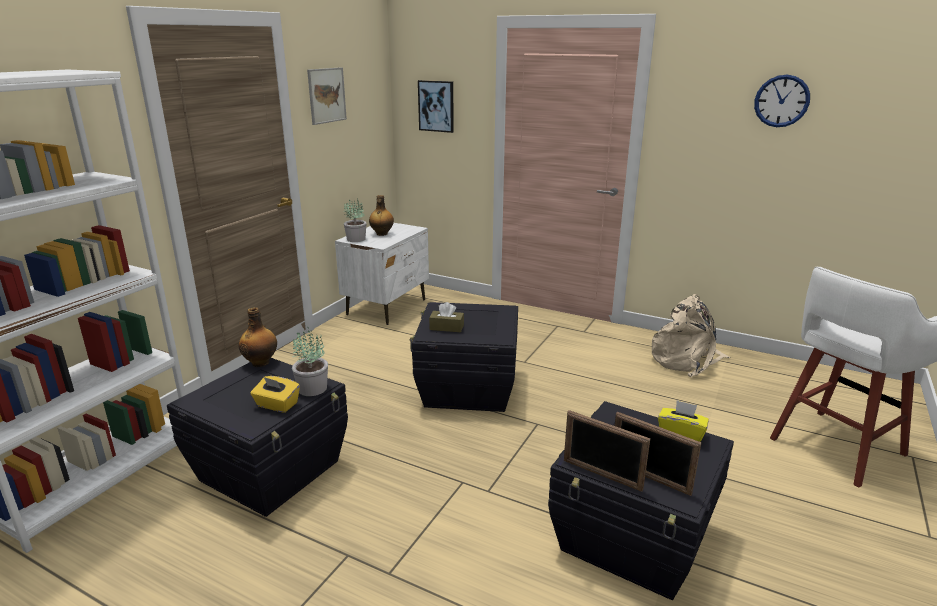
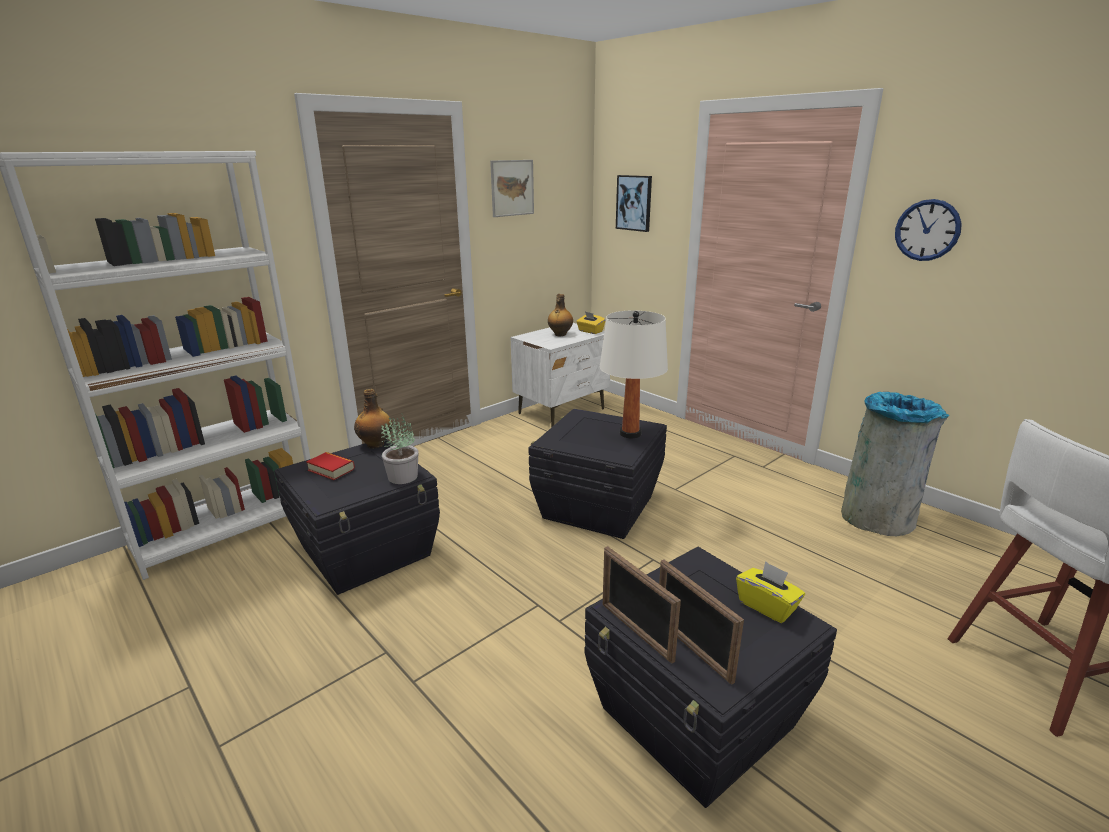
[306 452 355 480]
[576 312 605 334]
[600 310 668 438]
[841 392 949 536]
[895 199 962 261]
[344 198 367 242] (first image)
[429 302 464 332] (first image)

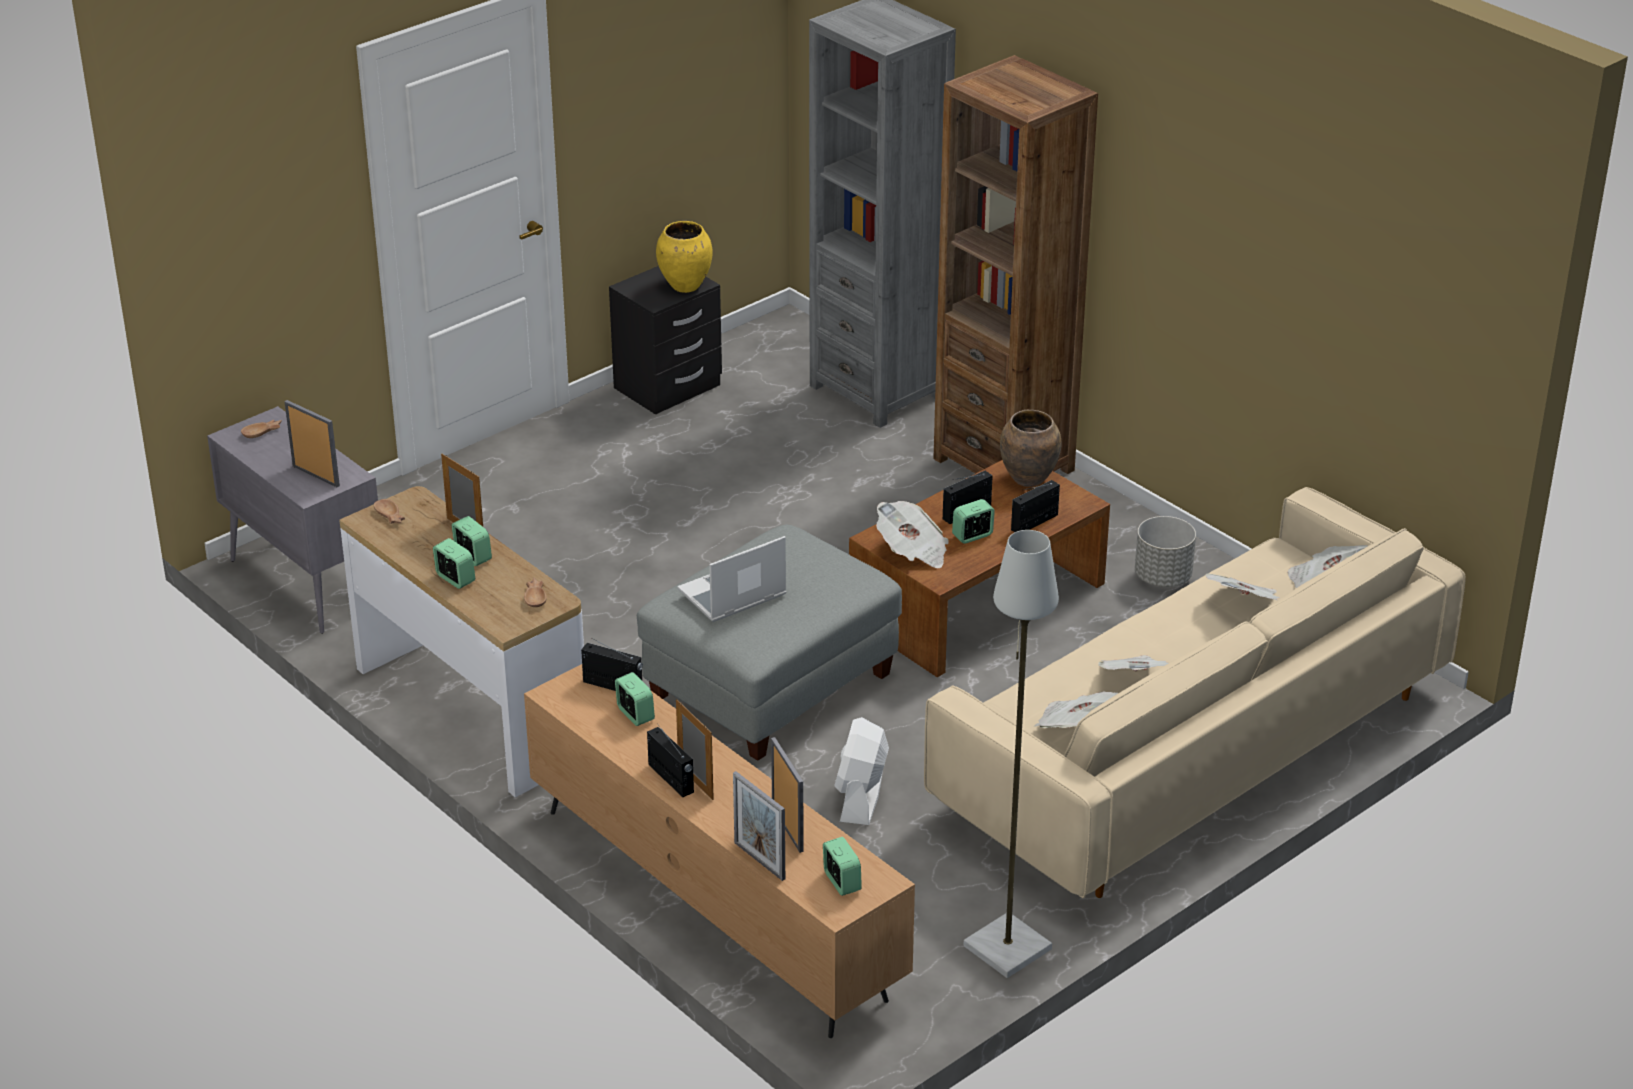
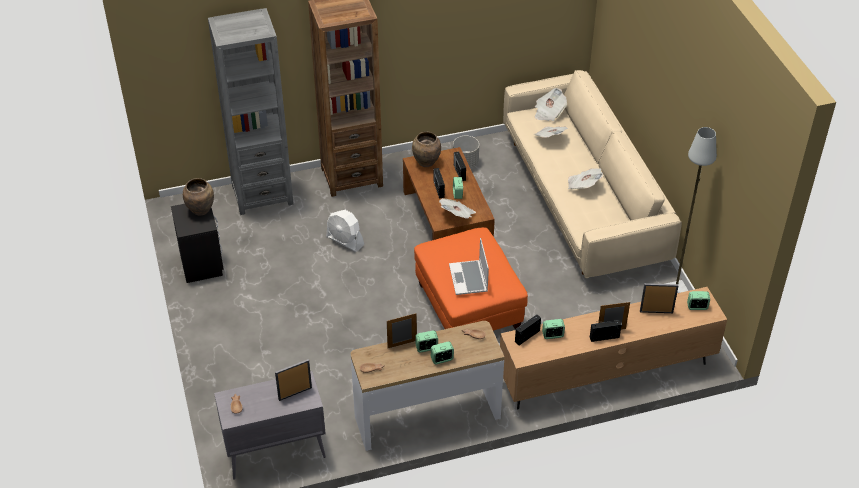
[183 178 214 216]
[326 210 364 252]
[414 227 528 331]
[733 771 785 881] (first image)
[1034 692 1118 728] (first image)

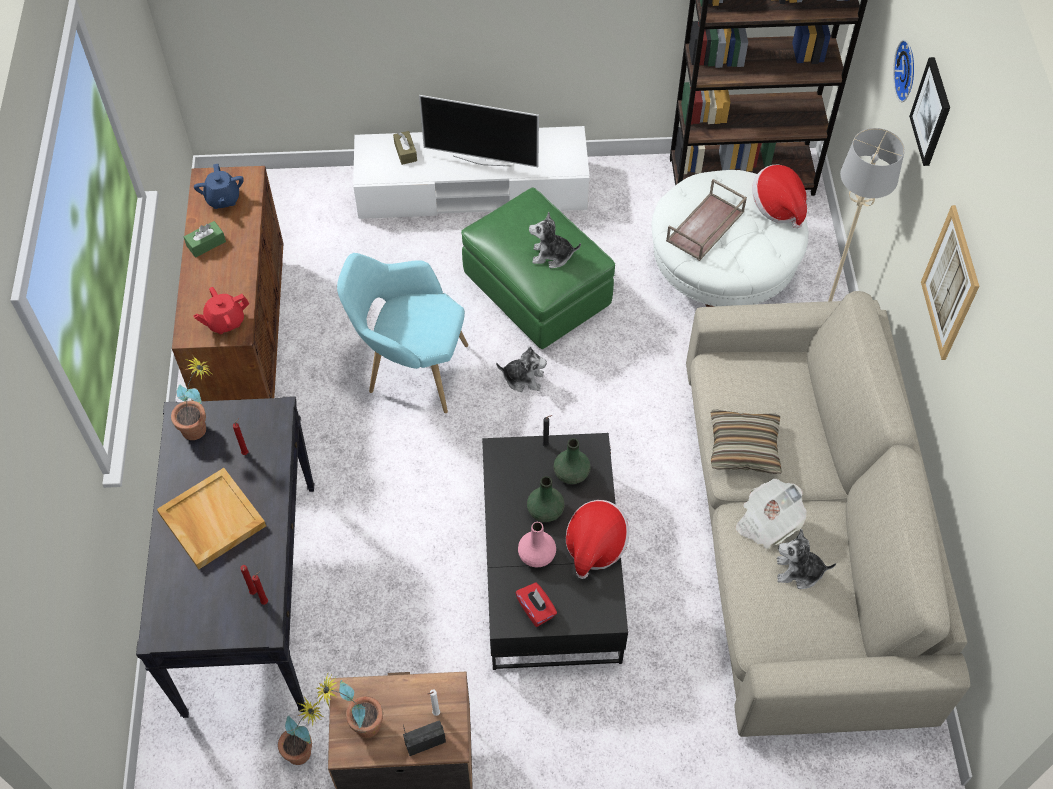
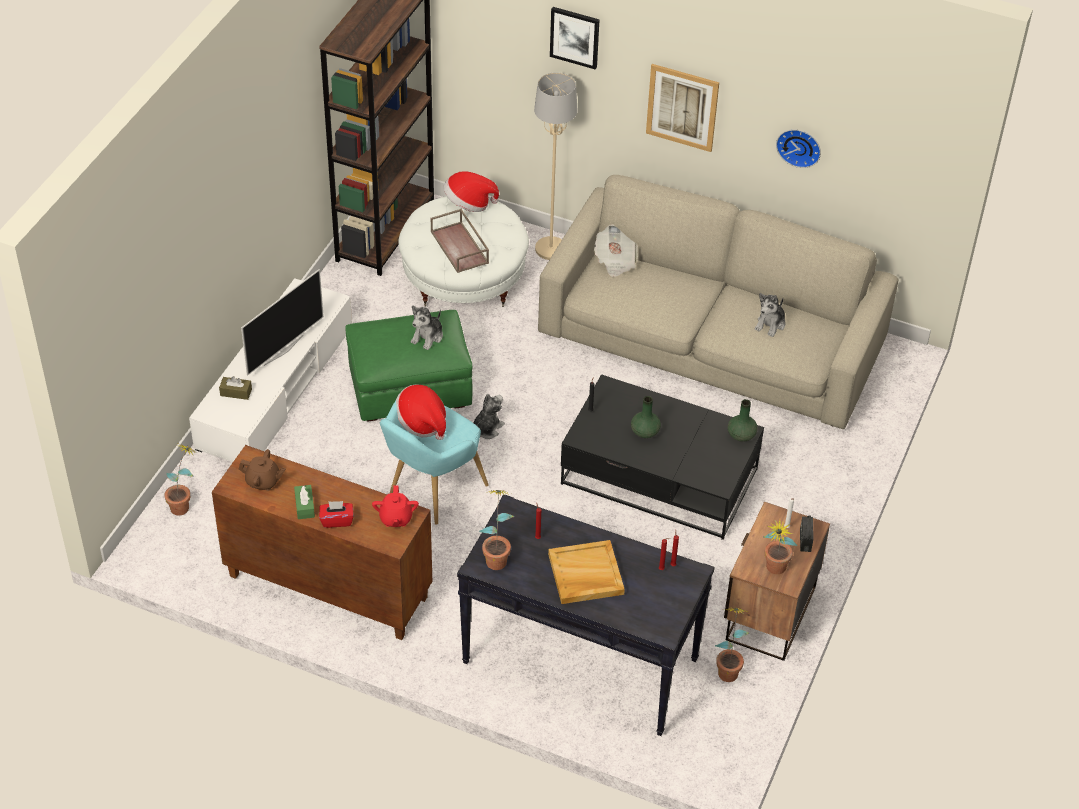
[164 444 197 516]
[239 449 286 491]
[319 501 354 528]
[396 385 446 440]
[594 224 638 277]
[728 399 757 442]
[776 129 821 168]
[518 521 556 567] (first image)
[711 410 782 474] (first image)

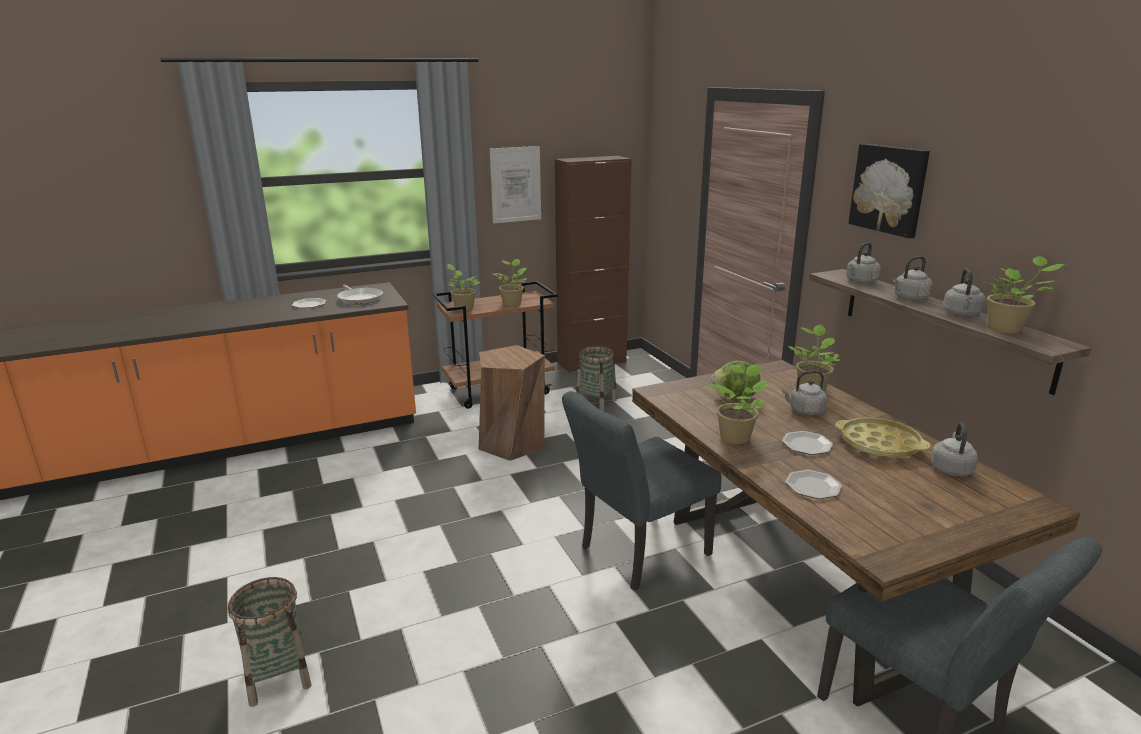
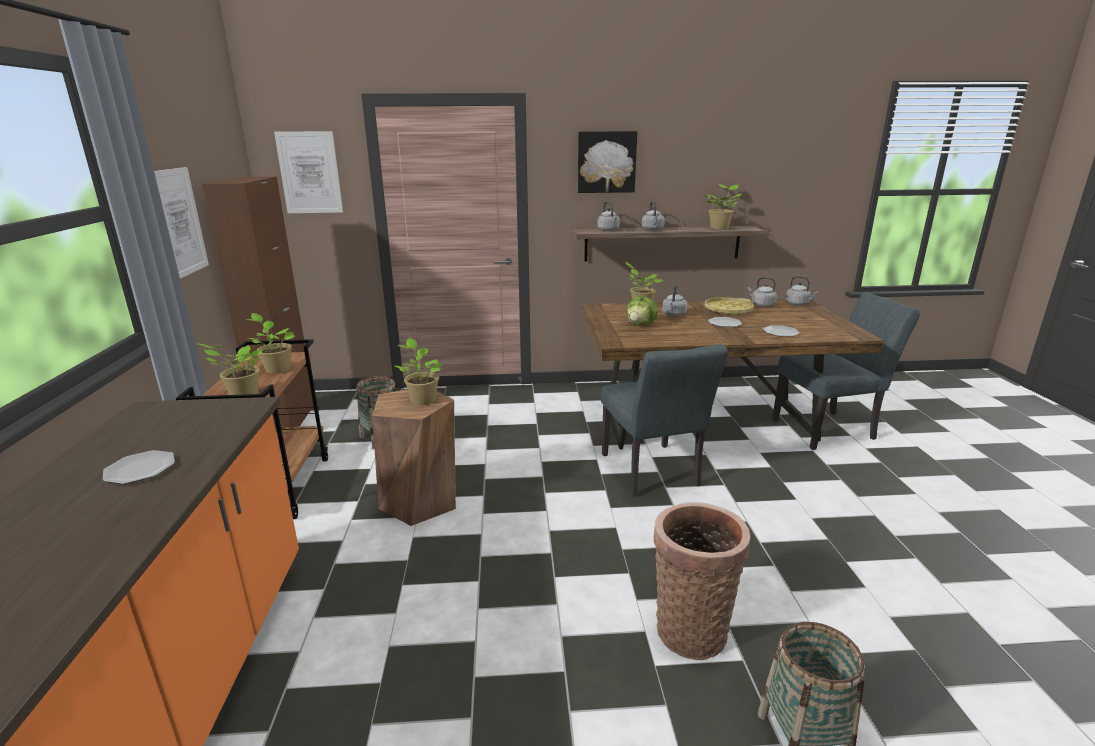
[274 131 343 213]
[395 338 444 405]
[654 502 750 660]
[785 276 818 306]
[337 284 383 304] (first image)

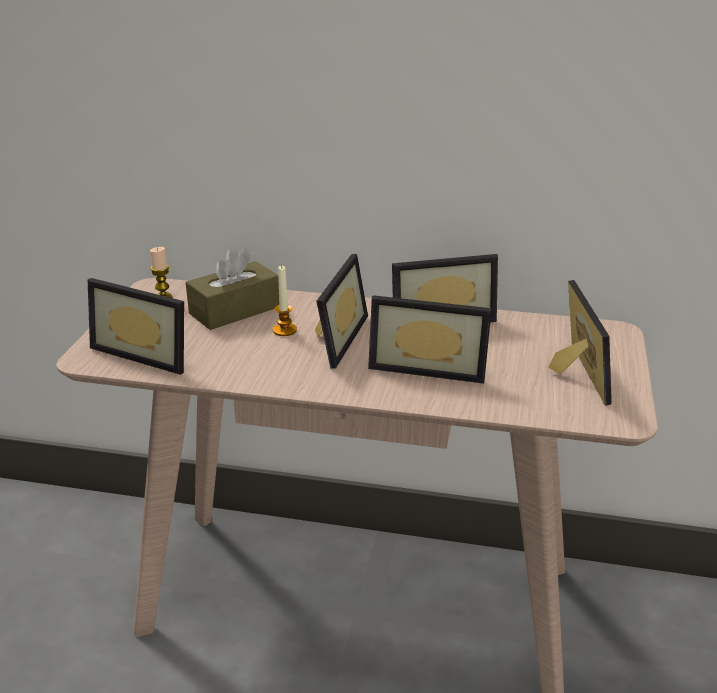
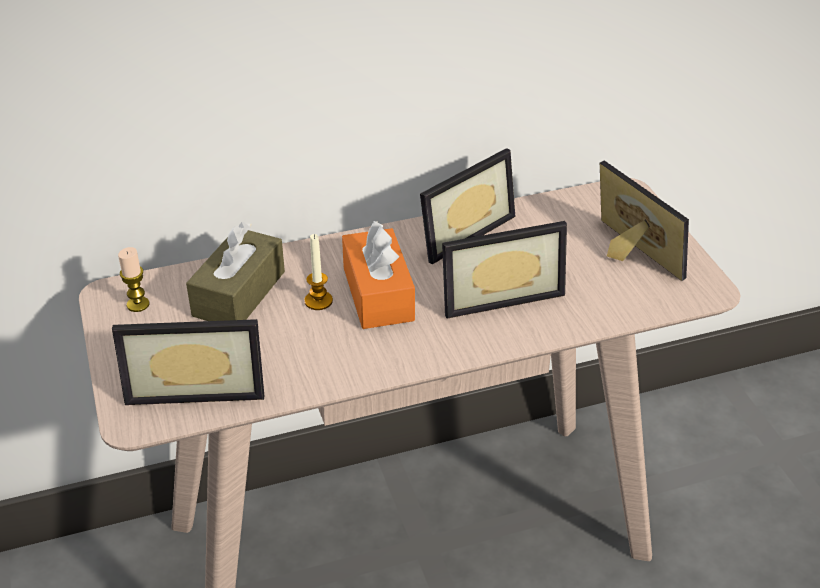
[342 221 415 329]

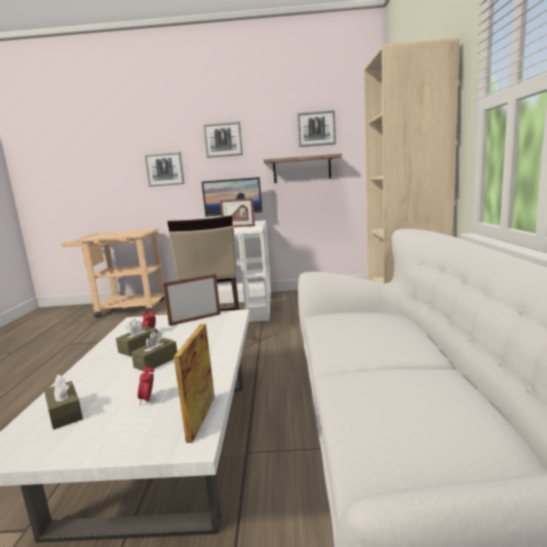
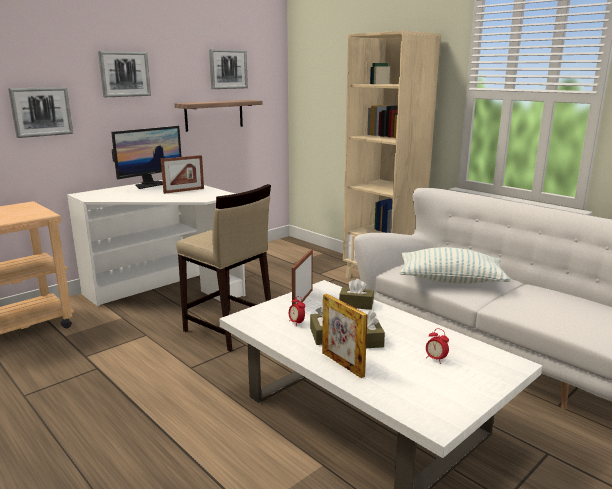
[322 294 368 378]
[339 279 374 310]
[400 247 510 284]

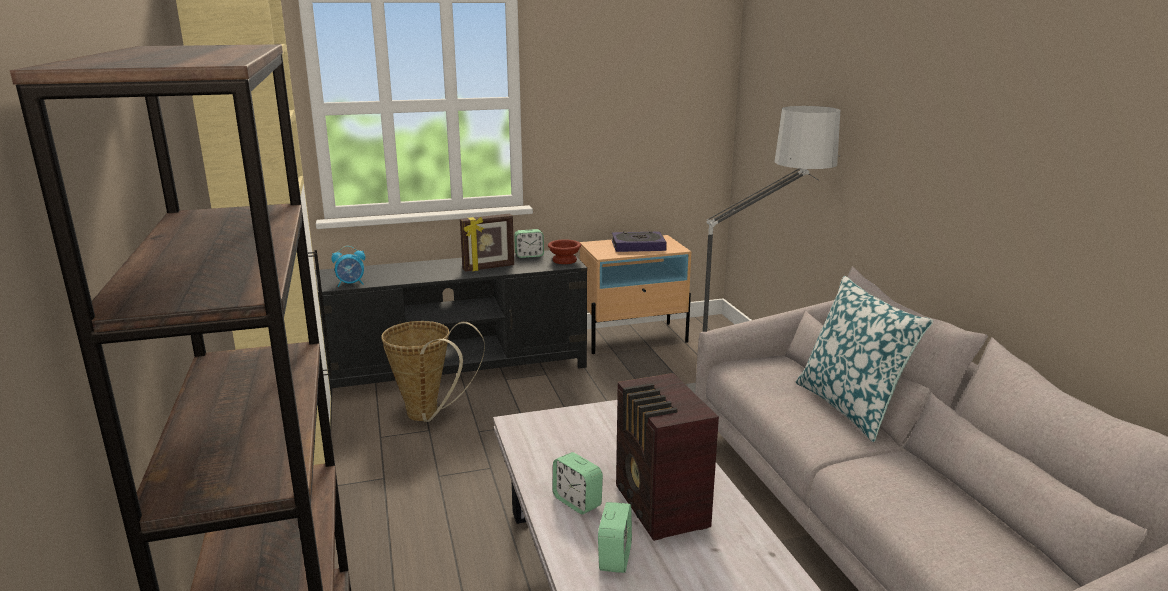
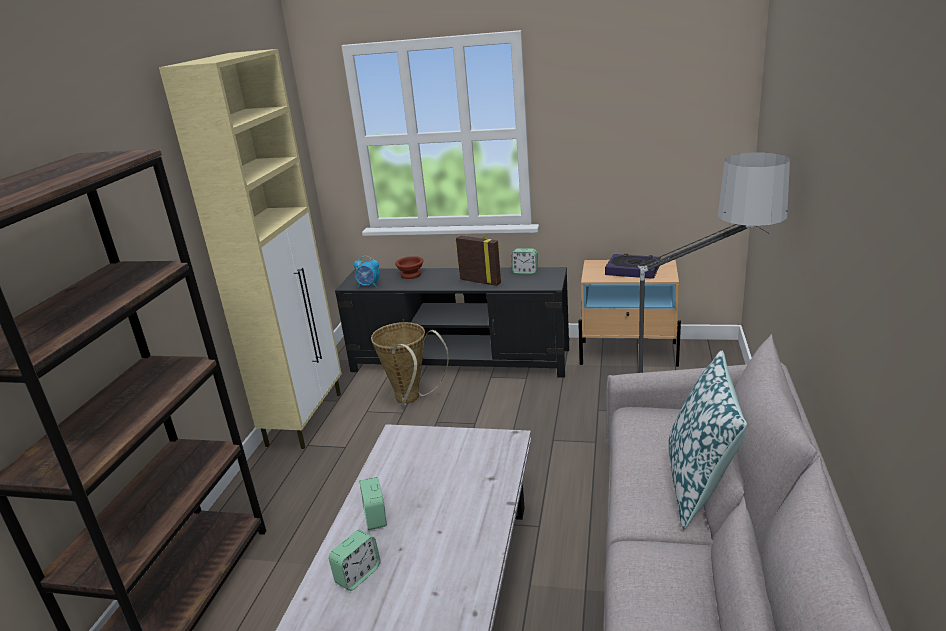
[395 256 424 279]
[456 236 501 286]
[616 373 719 541] (first image)

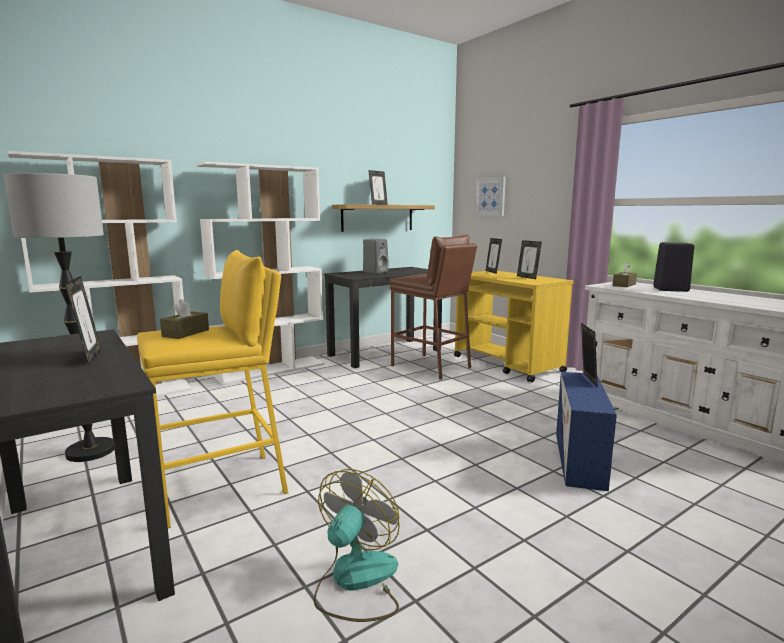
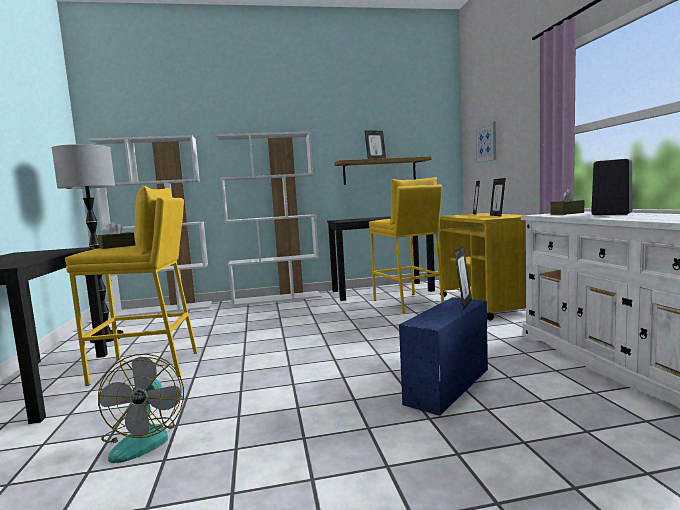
[98 354 184 463]
[369 177 444 313]
[65 276 102 365] (first image)
[363 239 389 274] (first image)

